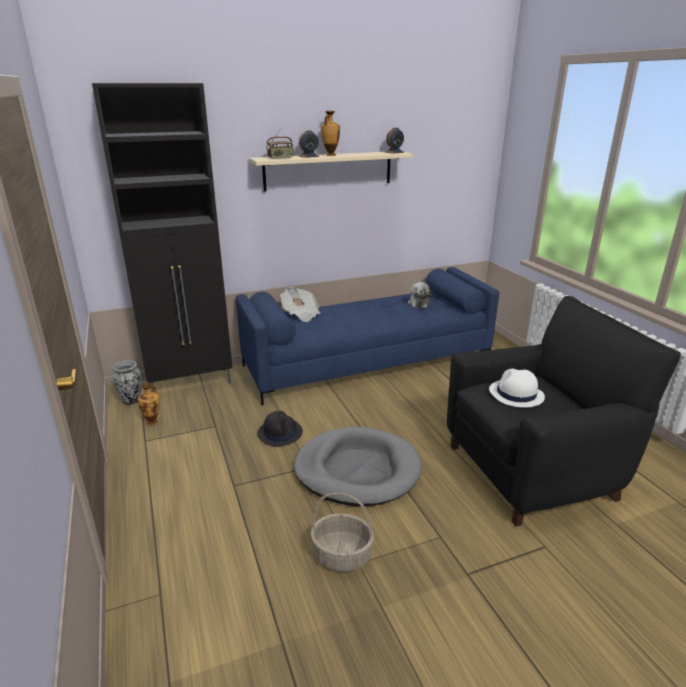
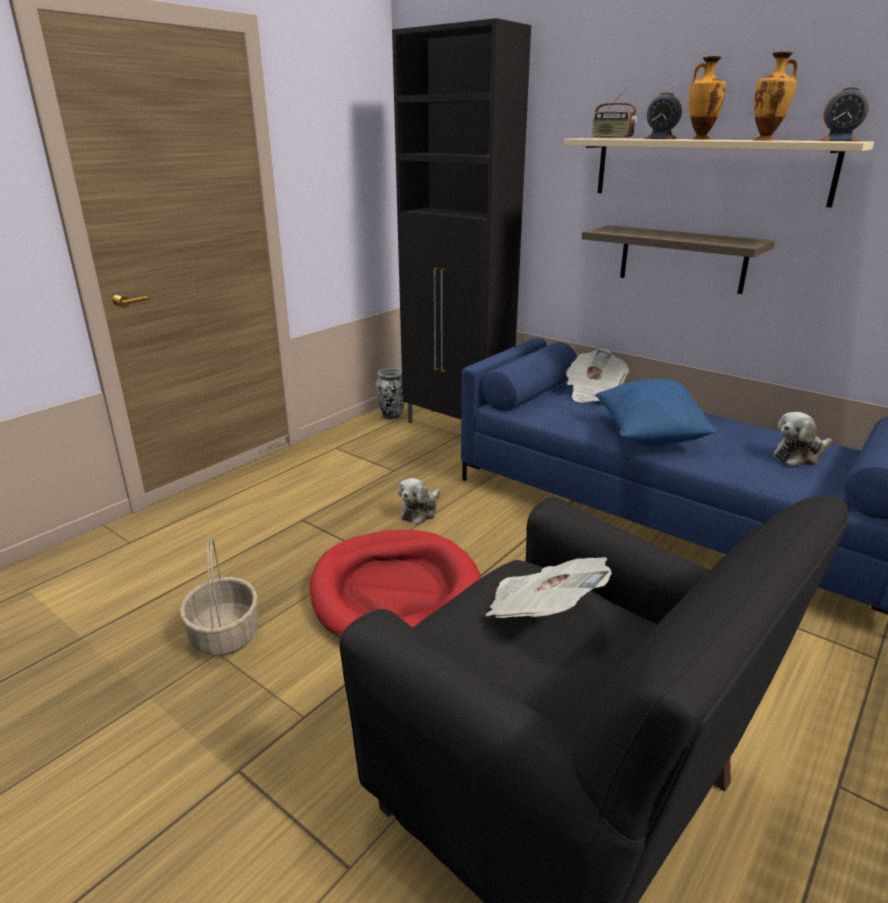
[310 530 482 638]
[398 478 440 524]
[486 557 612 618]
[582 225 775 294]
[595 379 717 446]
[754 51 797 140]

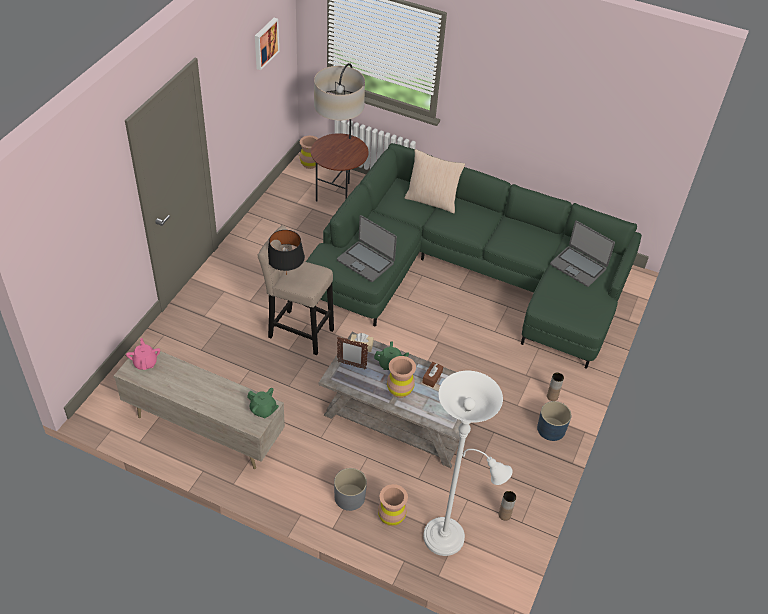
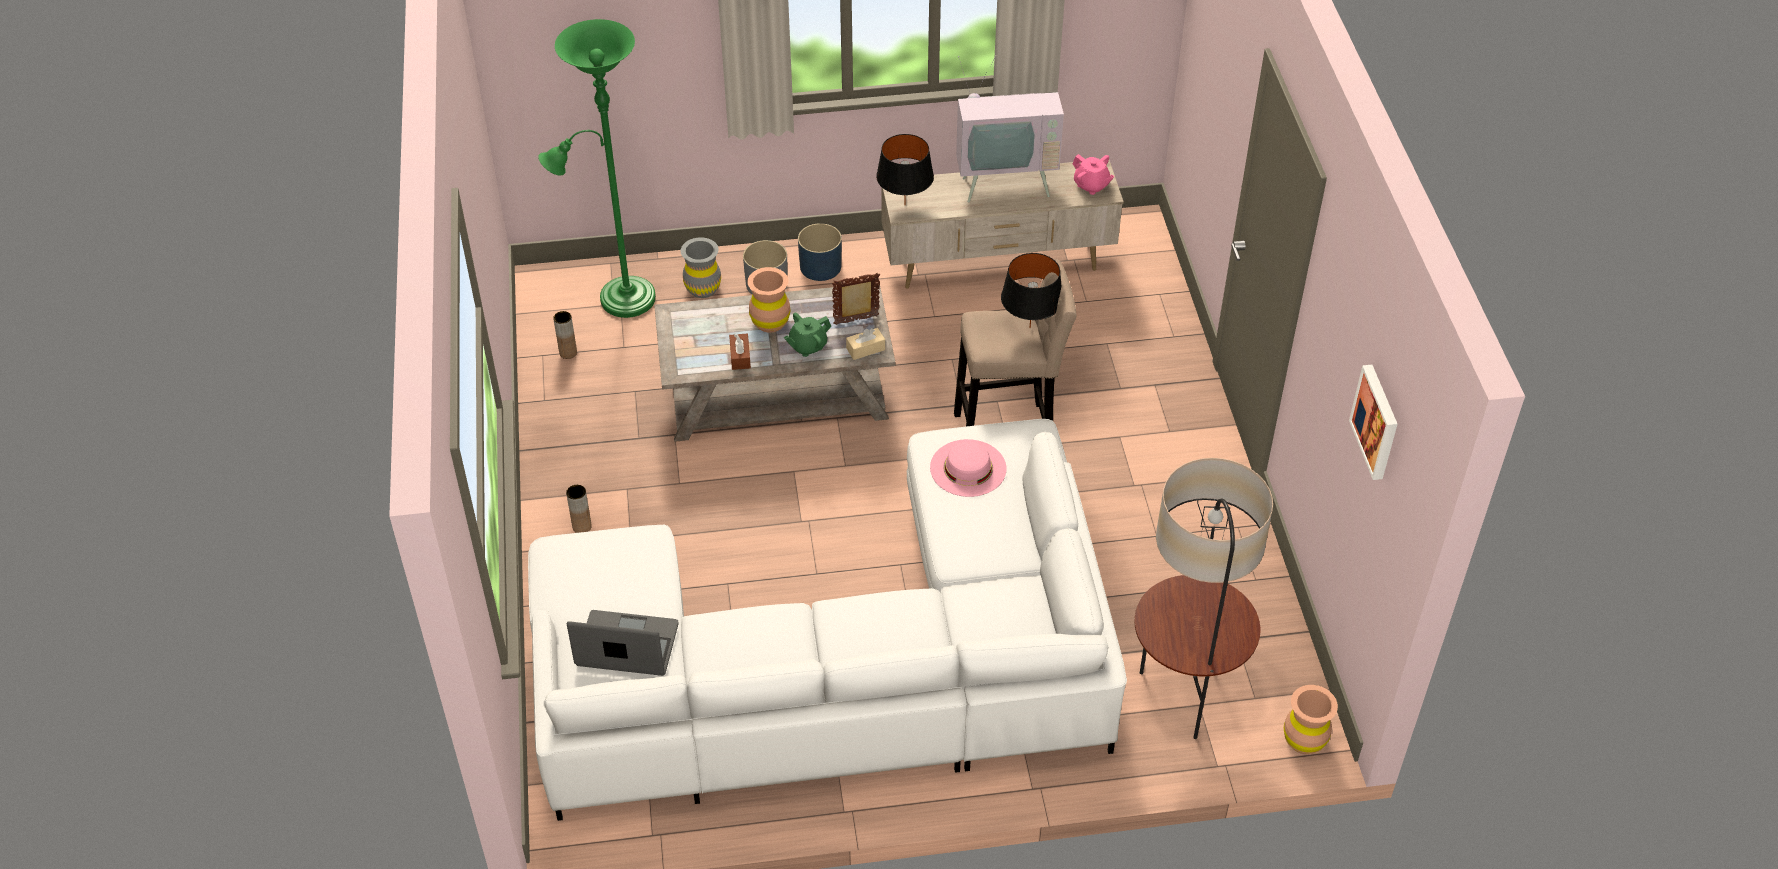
[528 419 1127 821]
[538 19 656 318]
[681 237 721 298]
[798 223 842 281]
[876 134 934 205]
[930 439 1007 497]
[956 55 1064 203]
[405 149 465 213] (first image)

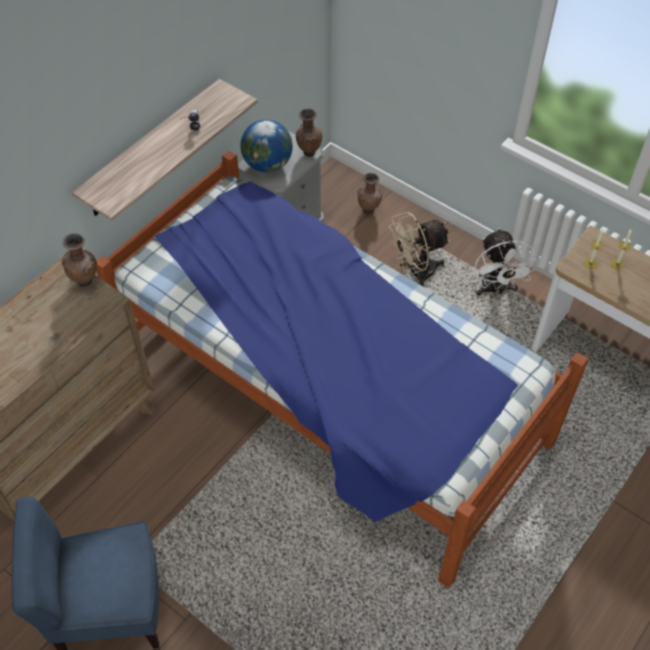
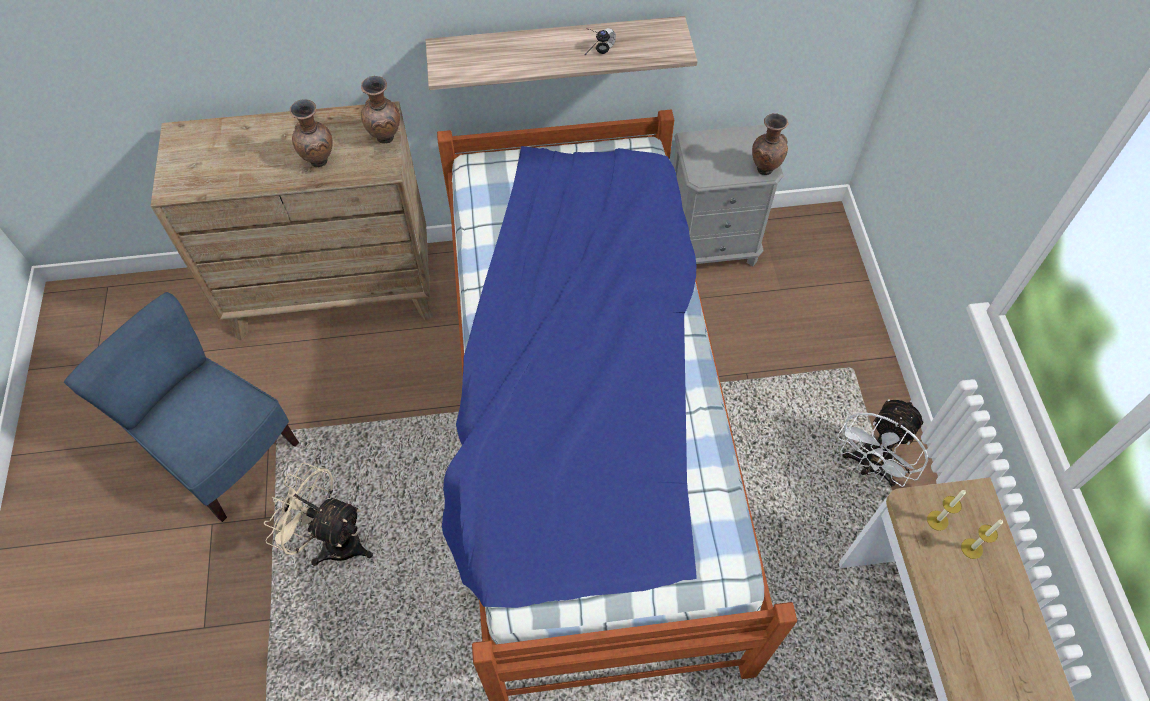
[264 463 373 566]
[290 99 332 167]
[240 119 293 172] (first image)

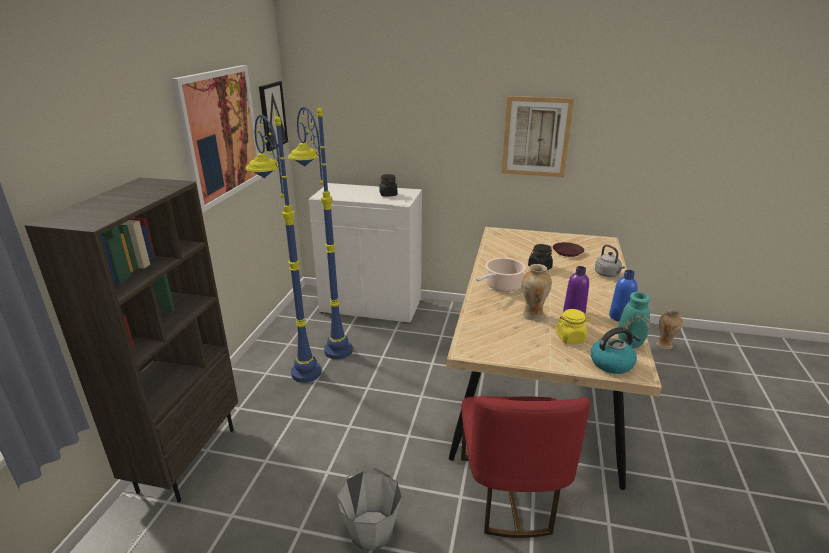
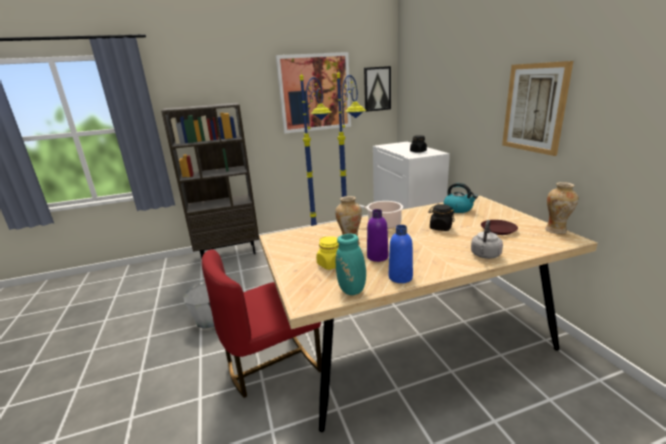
[444 183 478 213]
[545 182 579 234]

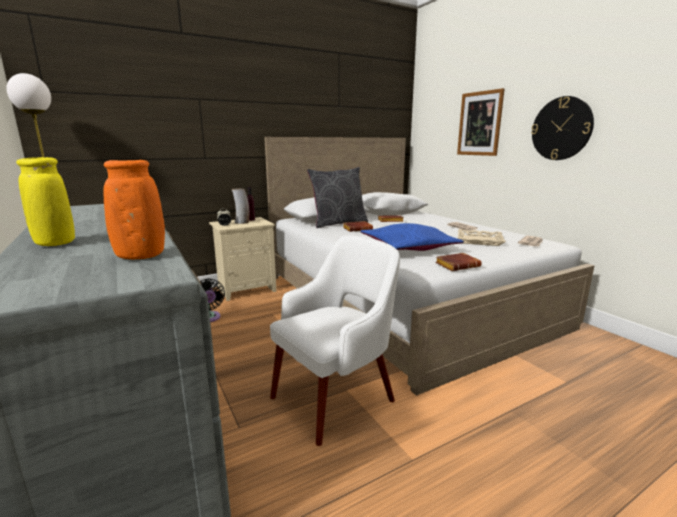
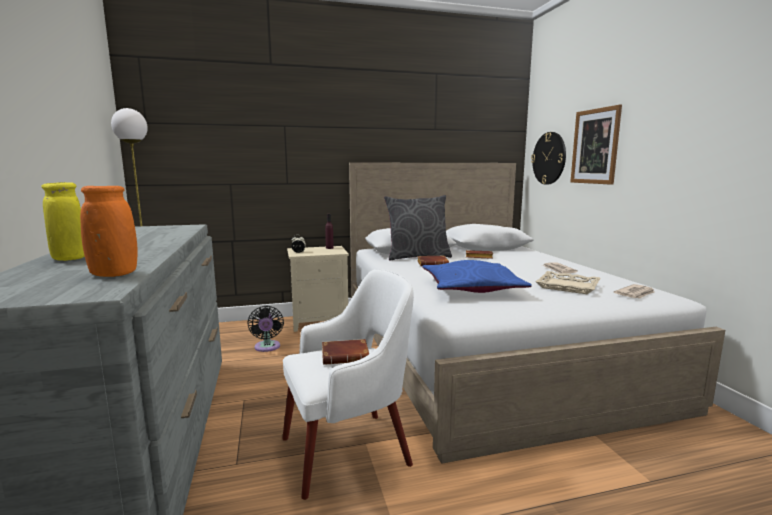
[322 339 369 365]
[531 132 566 185]
[232 188 249 224] (first image)

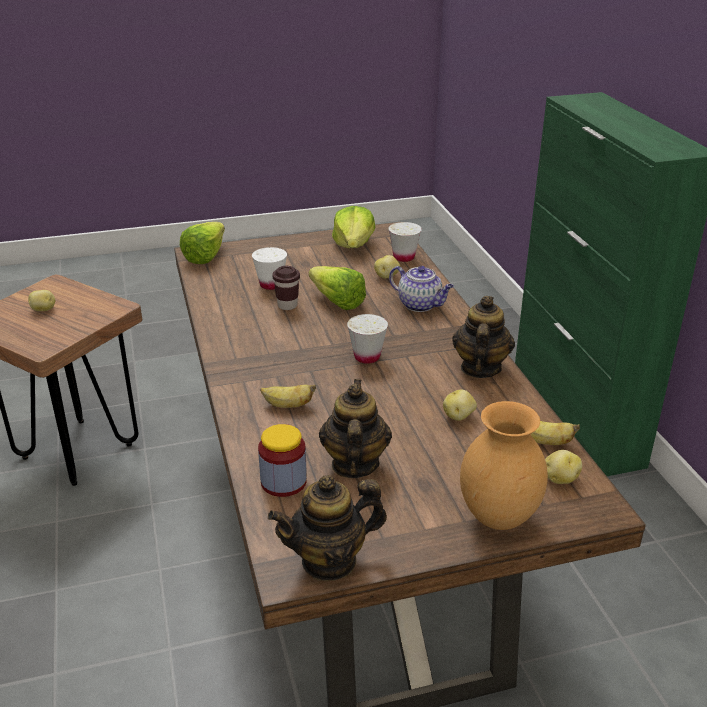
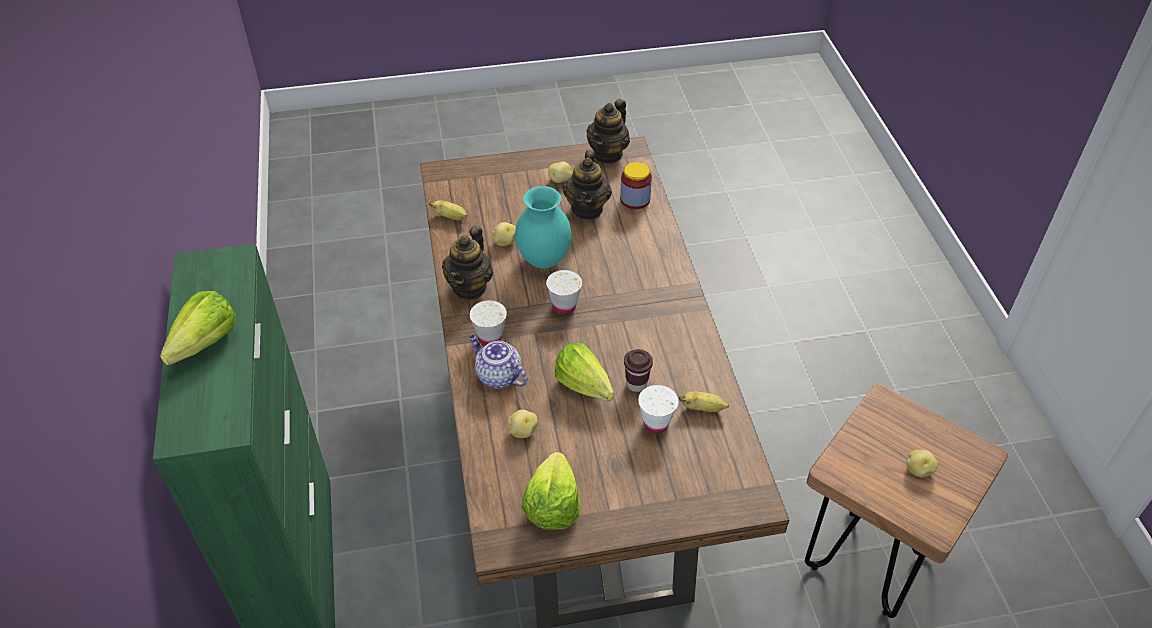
[160 291 236 365]
[470 300 507 345]
[515 186 571 268]
[548 161 572 183]
[586 99 630 164]
[679 391 729 412]
[460 401 548 530] (first image)

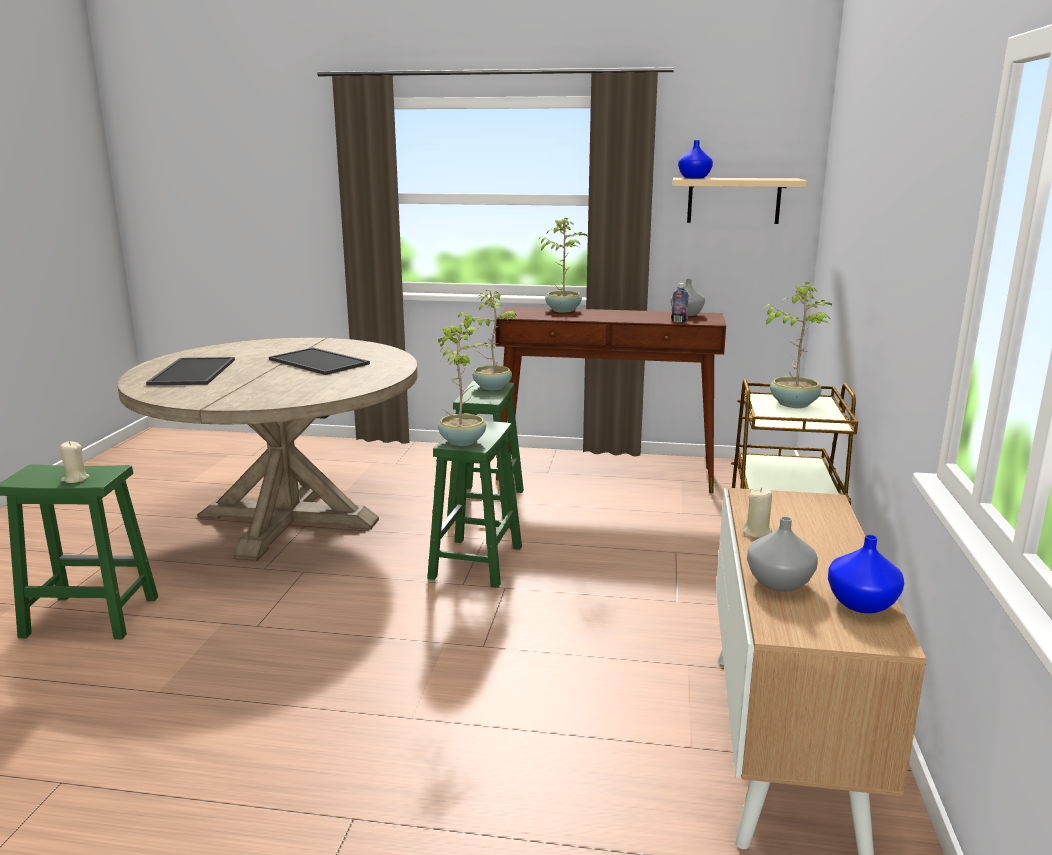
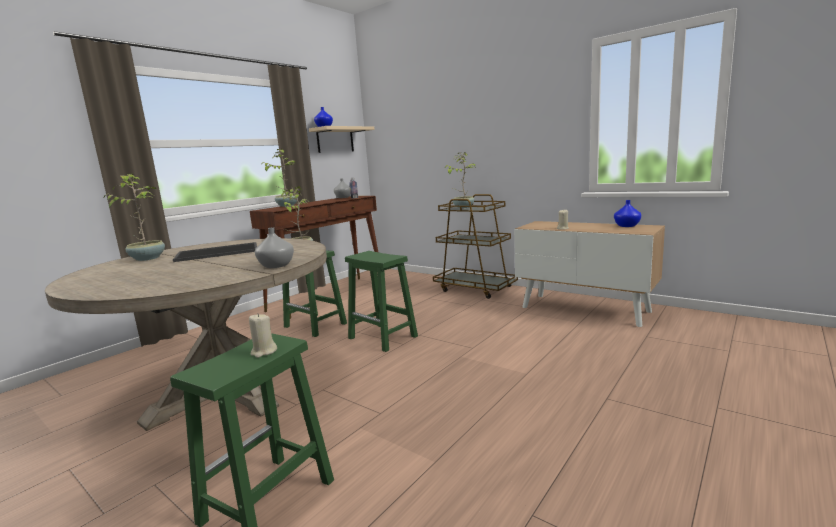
[104 173 165 261]
[255 227 294 268]
[146 357 235 386] (first image)

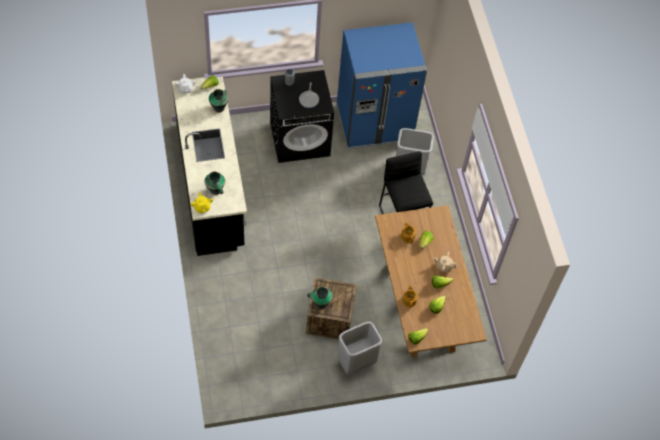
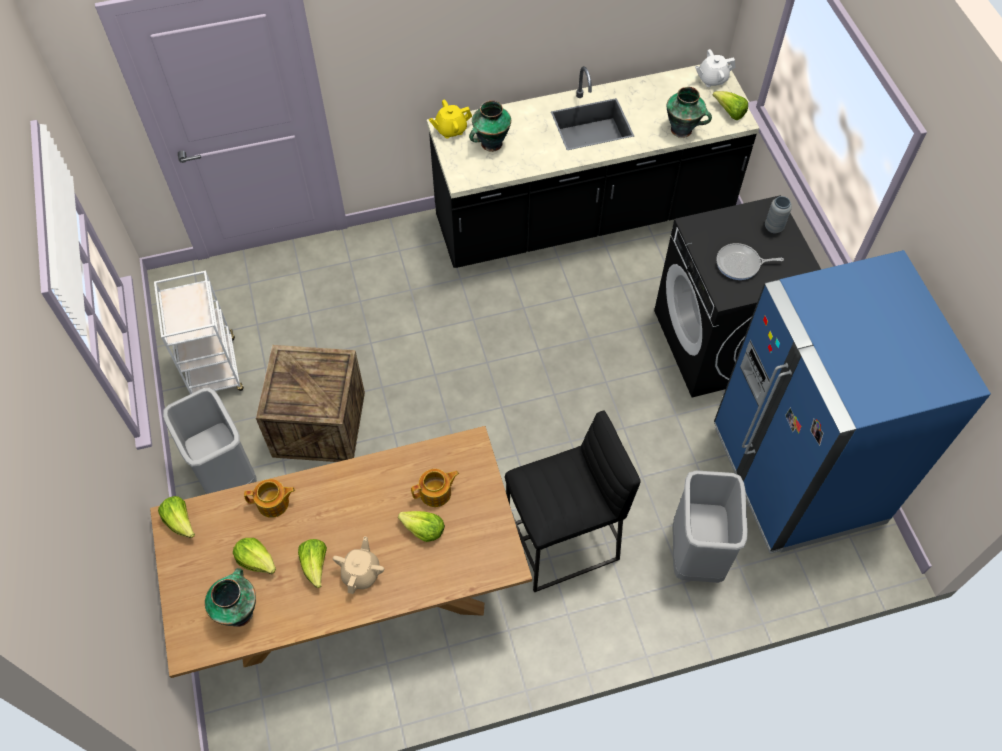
[154 270 244 394]
[205 568 256 627]

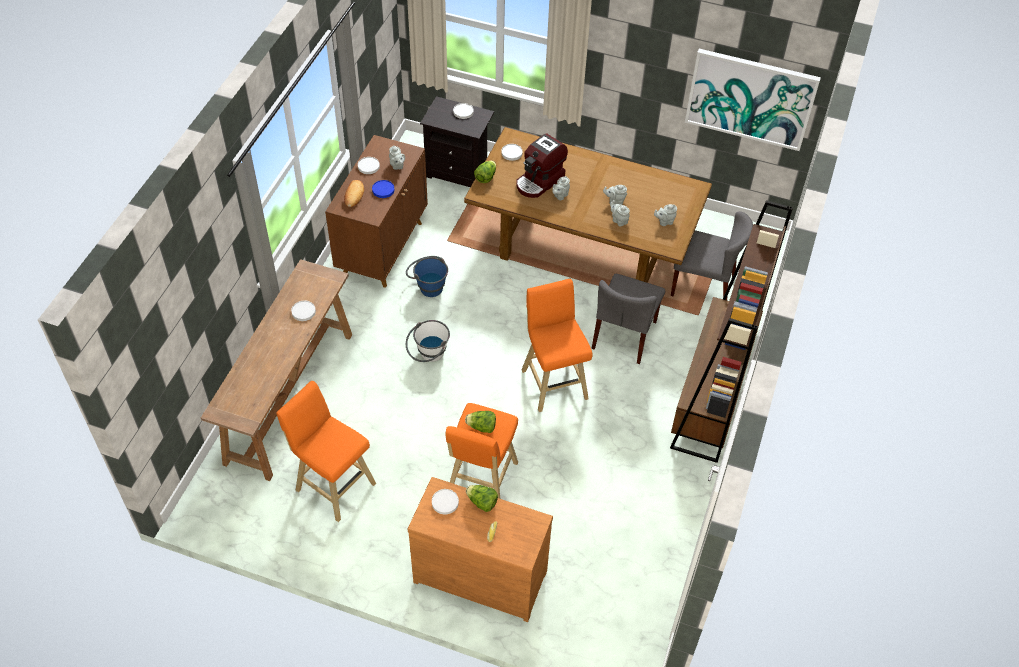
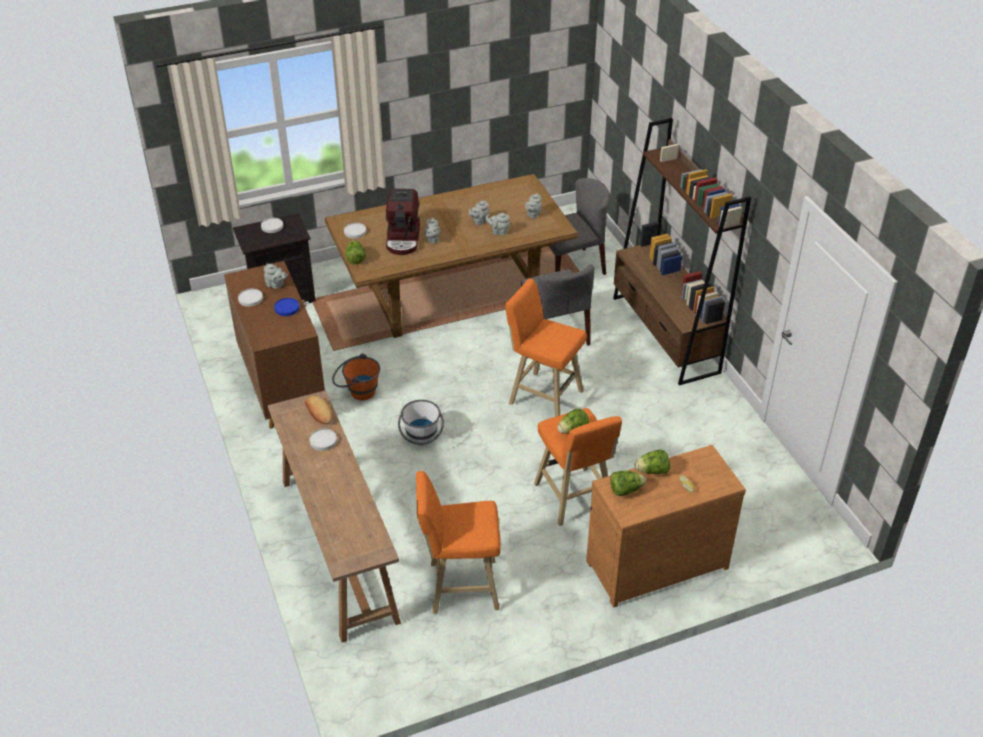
[305 396 333 424]
[332 353 380 401]
[610 471 646 496]
[685 49 821 151] (first image)

